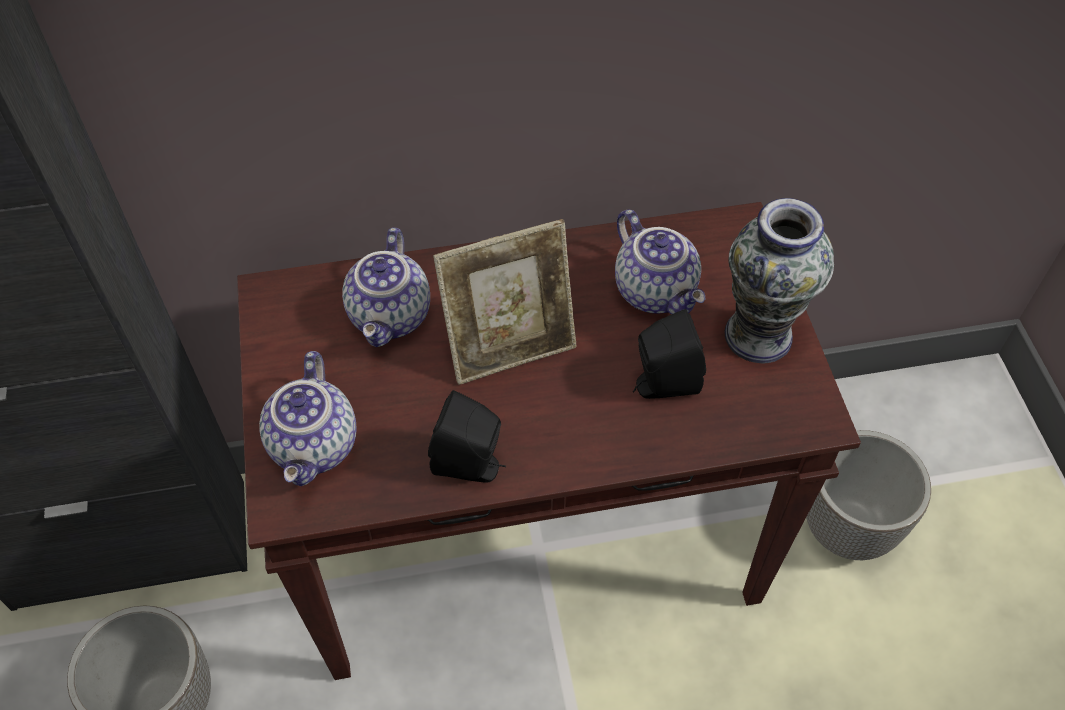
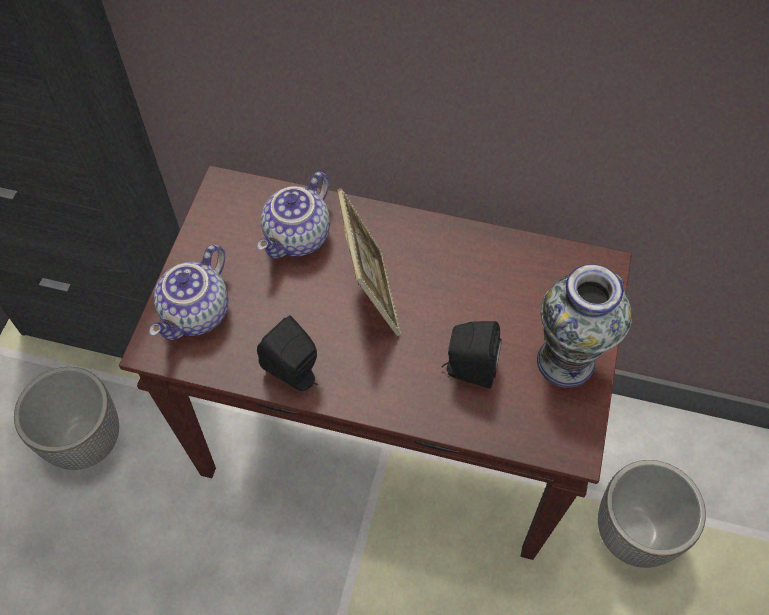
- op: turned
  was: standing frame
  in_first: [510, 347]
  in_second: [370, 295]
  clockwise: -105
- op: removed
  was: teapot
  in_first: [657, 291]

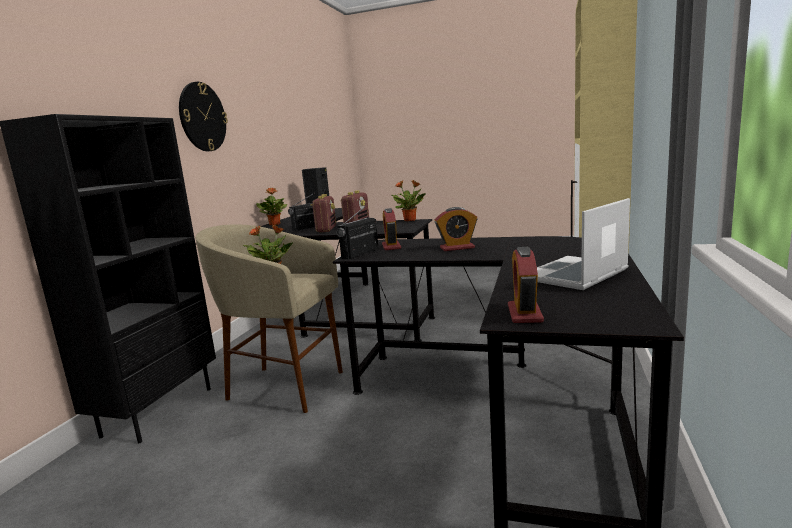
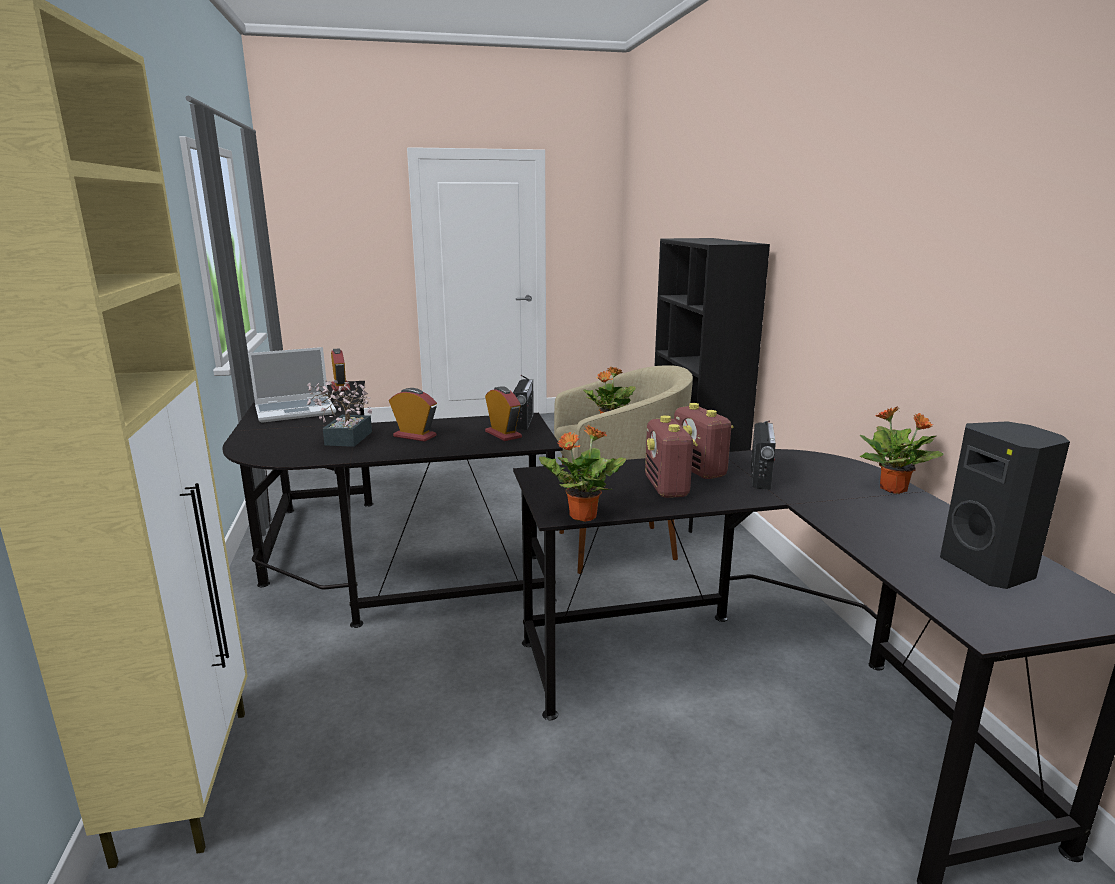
- op: removed
  was: hanging clock
  in_first: [202, 117]
- op: turned
  was: bedside clock
  in_first: [457, 248]
  in_second: [415, 436]
  clockwise: 60
- op: turned
  was: laptop
  in_first: [576, 275]
  in_second: [296, 411]
  clockwise: 45
- op: added
  now: potted plant
  in_second: [345, 440]

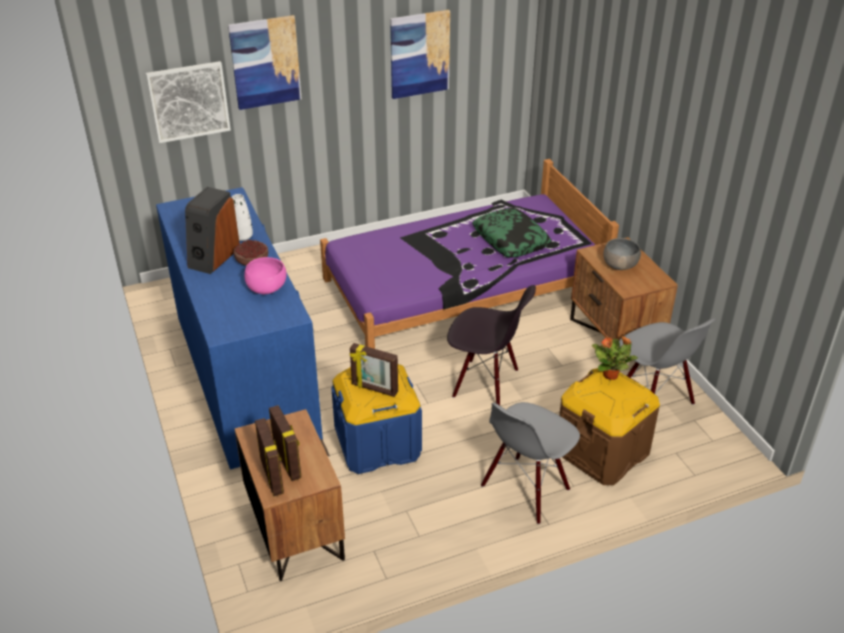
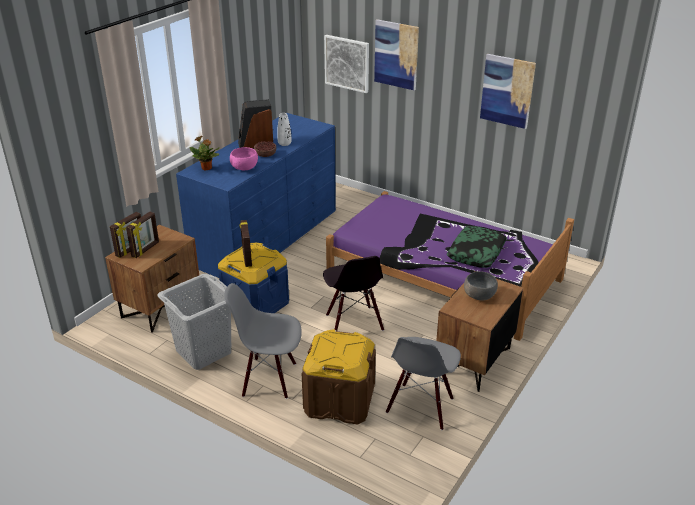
- op: moved
  was: potted plant
  in_first: [611, 375]
  in_second: [207, 168]
- op: added
  now: washing basket in greyish
  in_second: [204, 352]

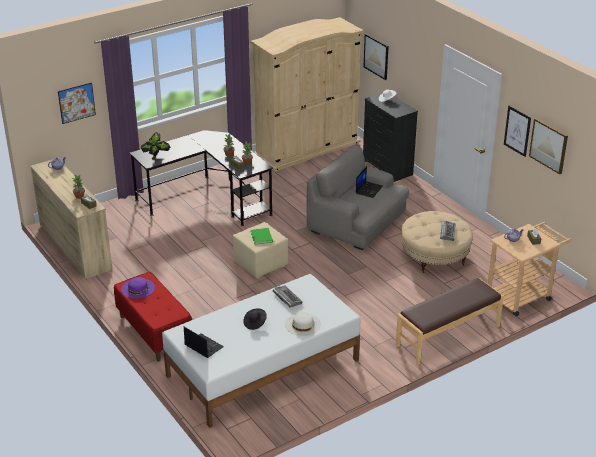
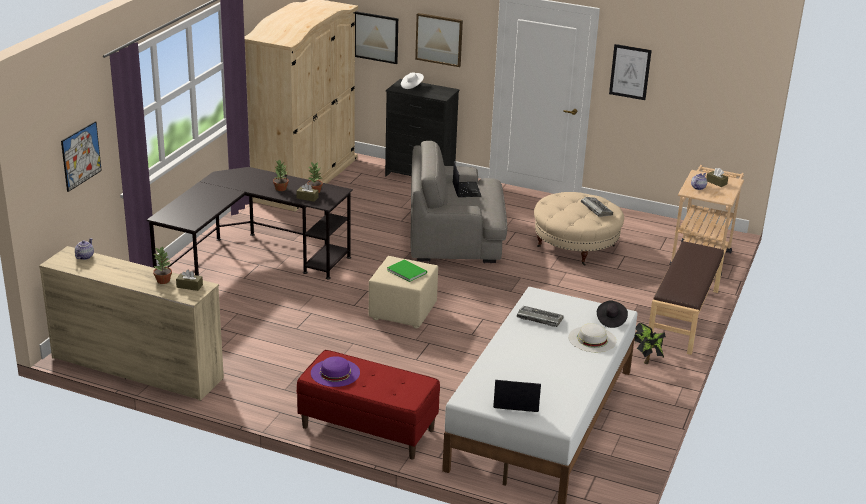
- op: moved
  was: potted plant
  in_first: [156, 157]
  in_second: [647, 360]
- op: moved
  was: clothing hat in blackish
  in_first: [255, 323]
  in_second: [610, 320]
- op: moved
  was: wall art
  in_first: [549, 145]
  in_second: [439, 39]

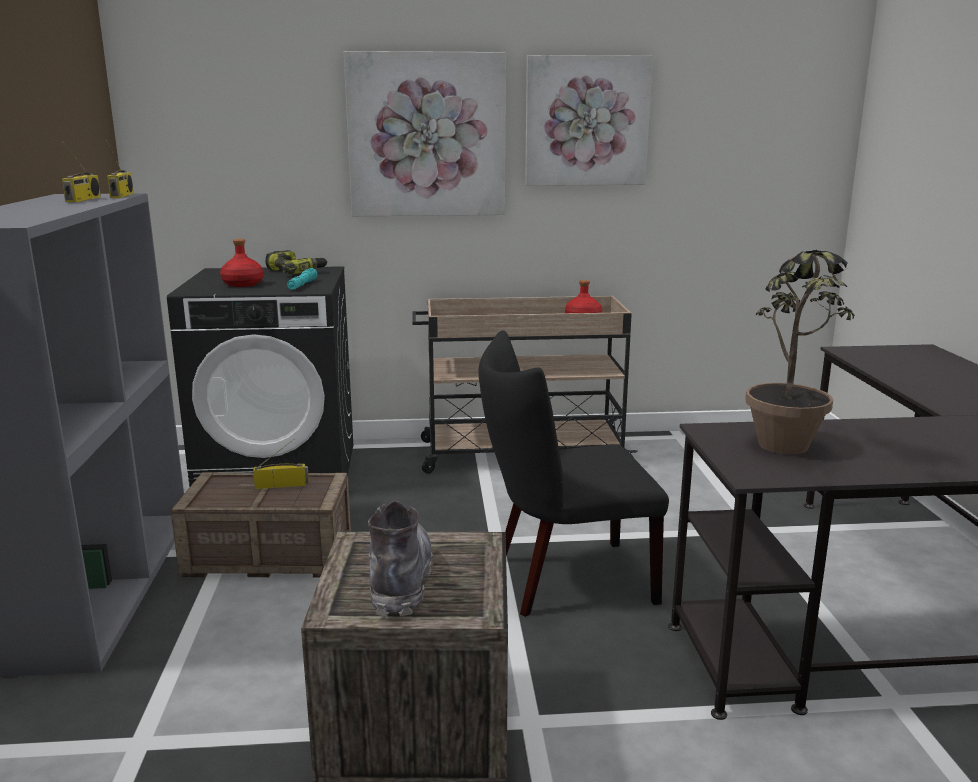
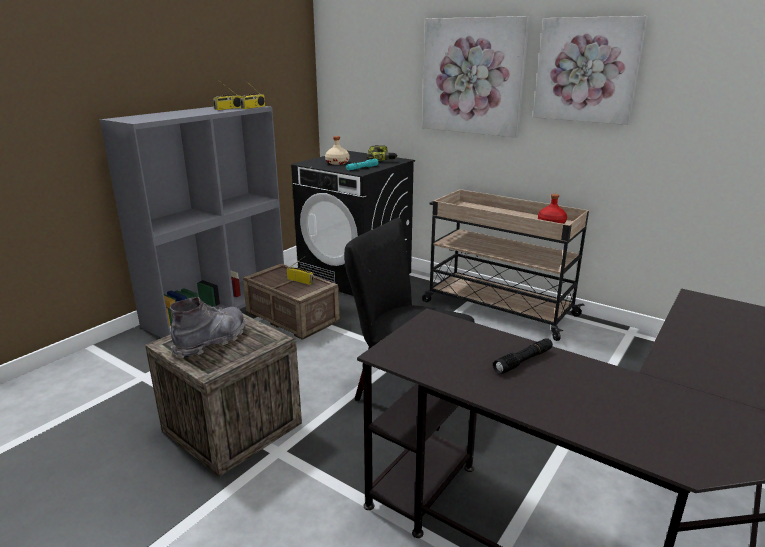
- op: recoloured
  was: drink bottle in reddish
  now: drink bottle in beige-coloured
  in_first: [243, 284]
  in_second: [337, 163]
- op: removed
  was: potted plant
  in_first: [786, 452]
- op: added
  now: flashlight in blackish
  in_second: [523, 361]

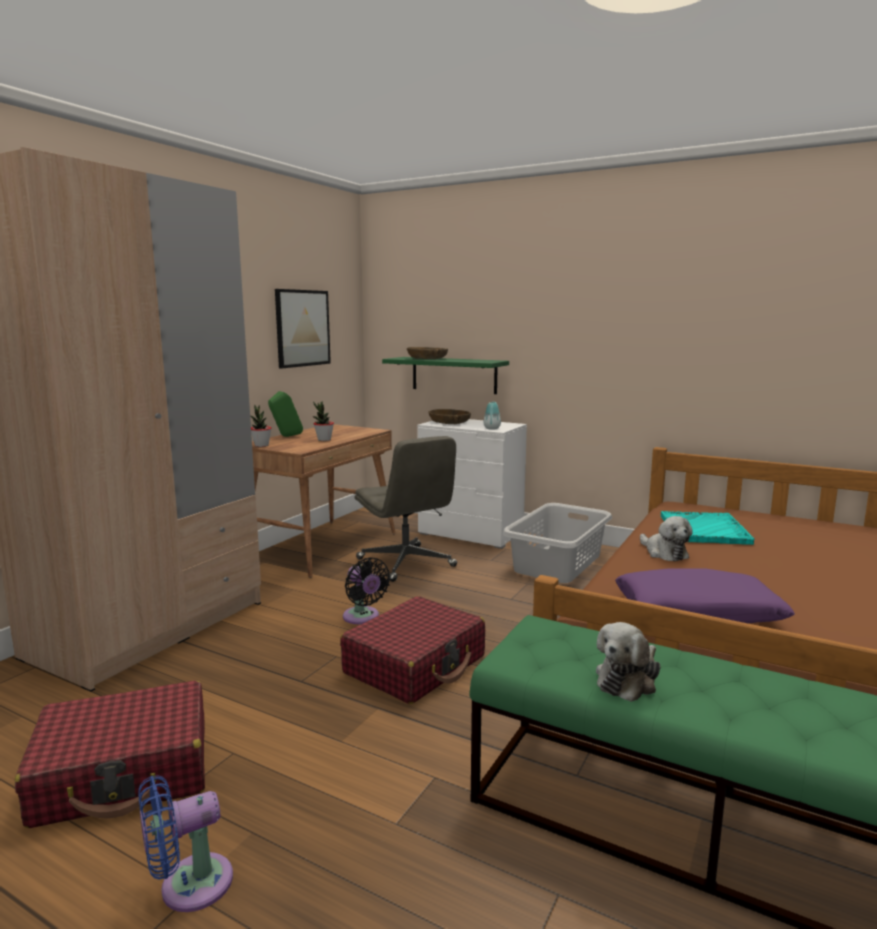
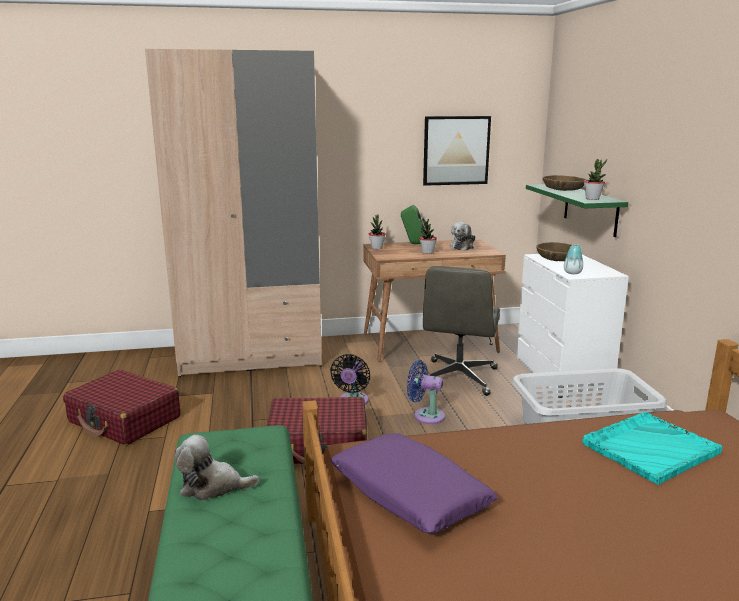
- op: moved
  was: fan in blue
  in_first: [188, 886]
  in_second: [426, 415]
- op: moved
  was: plush toy
  in_first: [664, 553]
  in_second: [462, 247]
- op: added
  now: potted plant
  in_second: [592, 199]

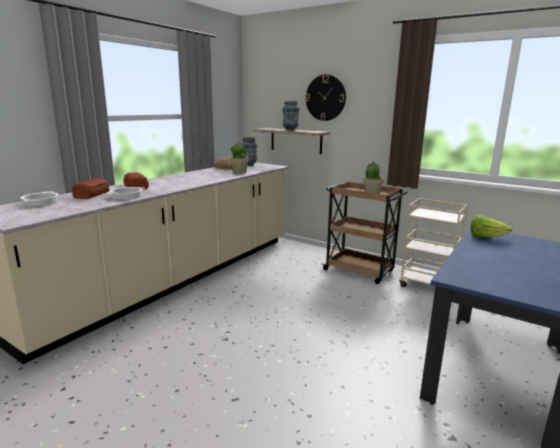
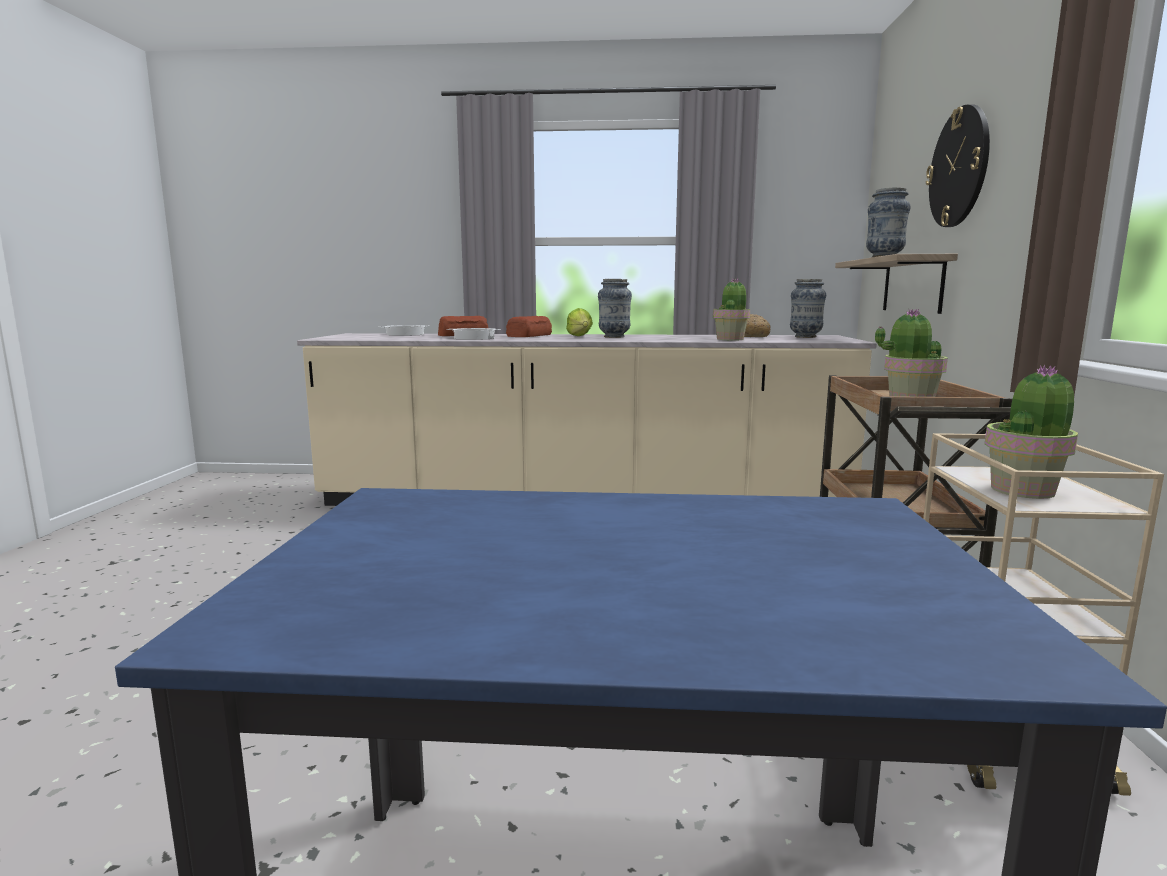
- op: moved
  was: lettuce head
  in_first: [485, 237]
  in_second: [580, 336]
- op: added
  now: decorative vase
  in_second: [614, 337]
- op: added
  now: potted plant
  in_second: [1024, 490]

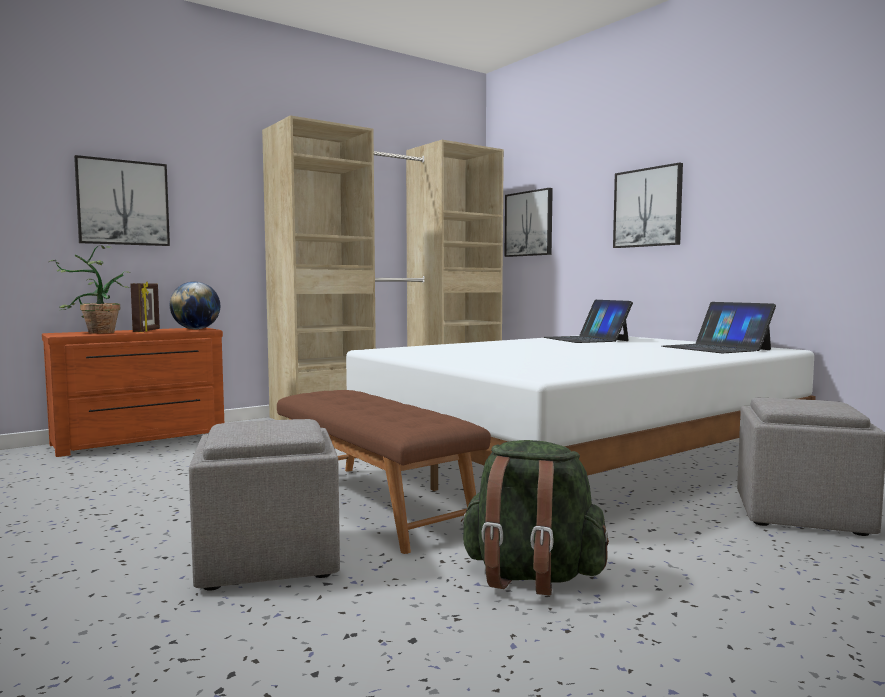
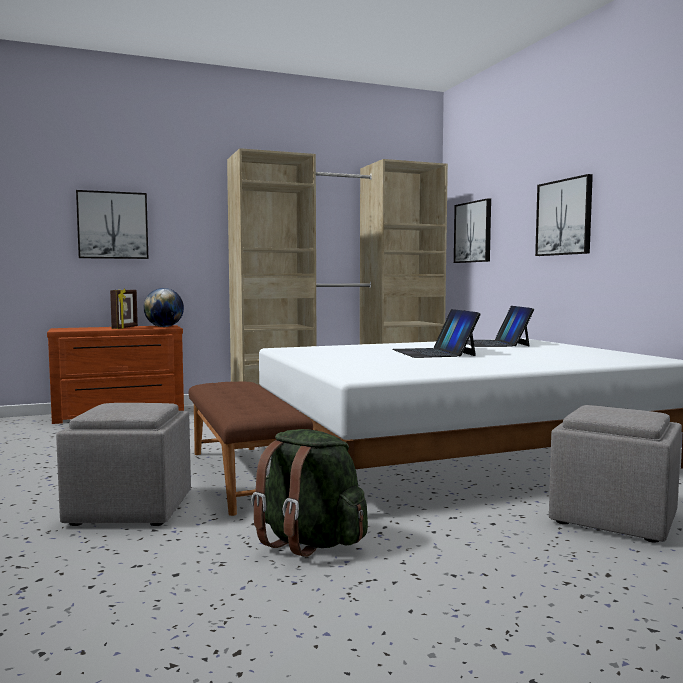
- op: removed
  was: potted plant
  in_first: [94, 333]
- op: moved
  was: laptop
  in_first: [716, 348]
  in_second: [434, 352]

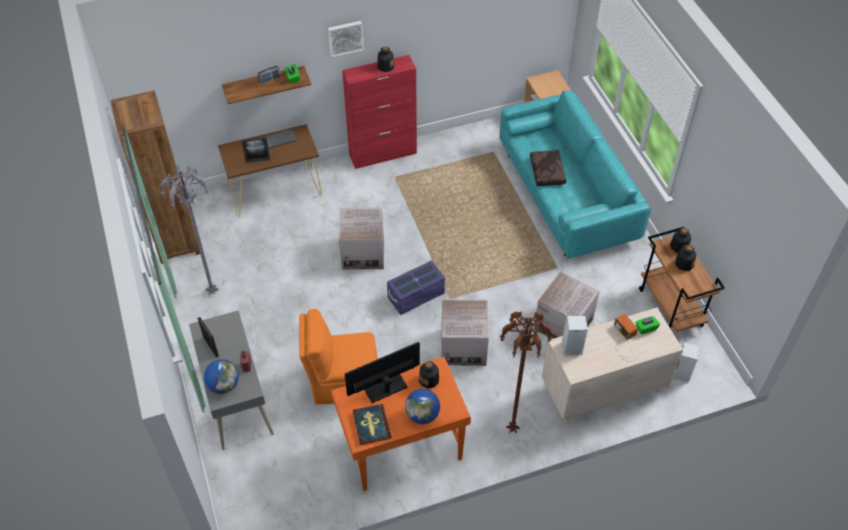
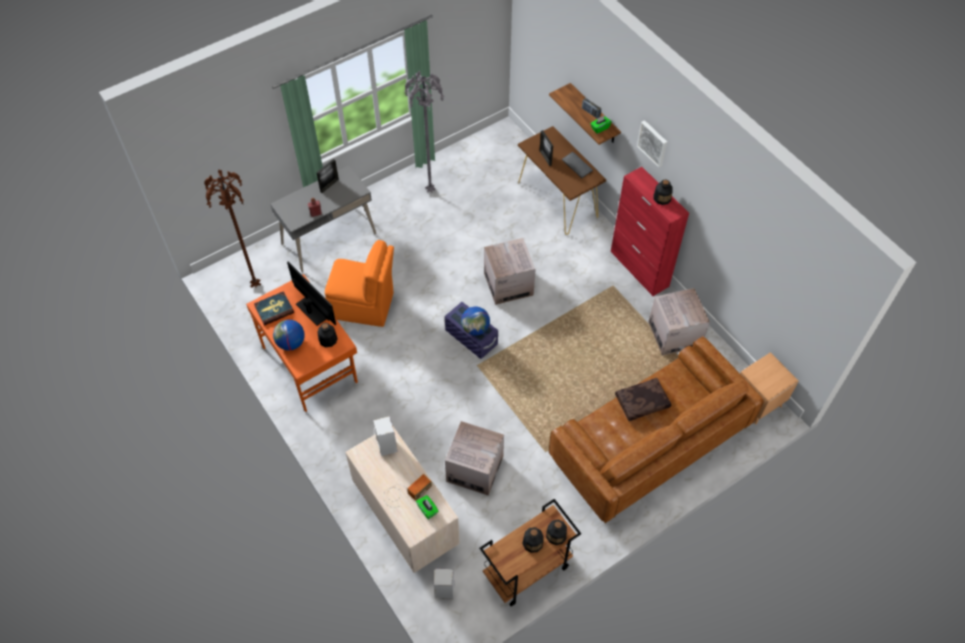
- op: removed
  was: bookcase in brownish
  in_first: [176, 242]
- op: moved
  was: world globe
  in_first: [224, 385]
  in_second: [475, 328]
- op: turned
  was: plain chair in orangey
  in_first: [343, 382]
  in_second: [363, 306]
  clockwise: 120
- op: moved
  was: packing box
  in_first: [463, 347]
  in_second: [674, 334]
- op: recoloured
  was: settee in turquoise
  now: settee in brownish
  in_first: [566, 195]
  in_second: [649, 444]
- op: moved
  was: standard lamp in brownish
  in_first: [513, 430]
  in_second: [255, 286]

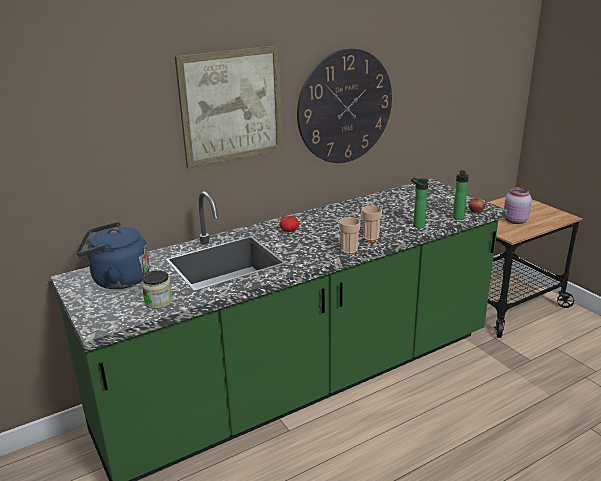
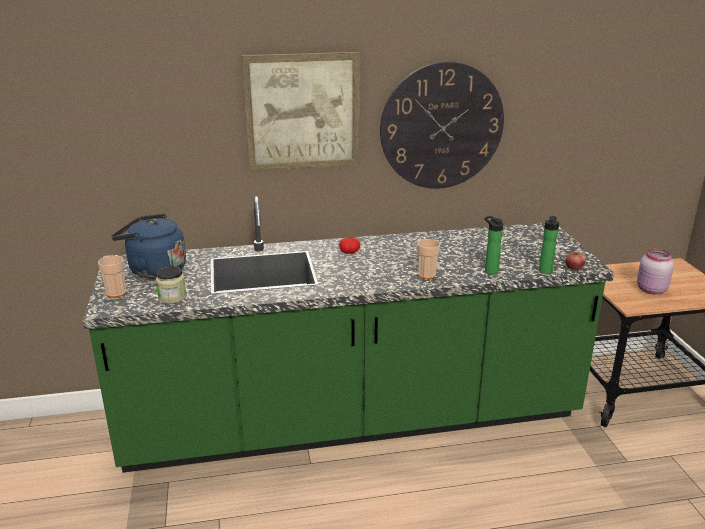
- op: moved
  was: cup
  in_first: [349, 250]
  in_second: [116, 293]

